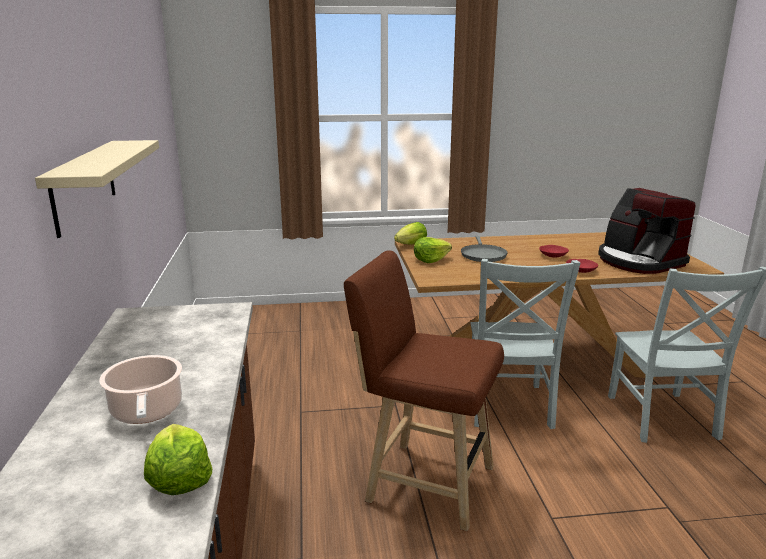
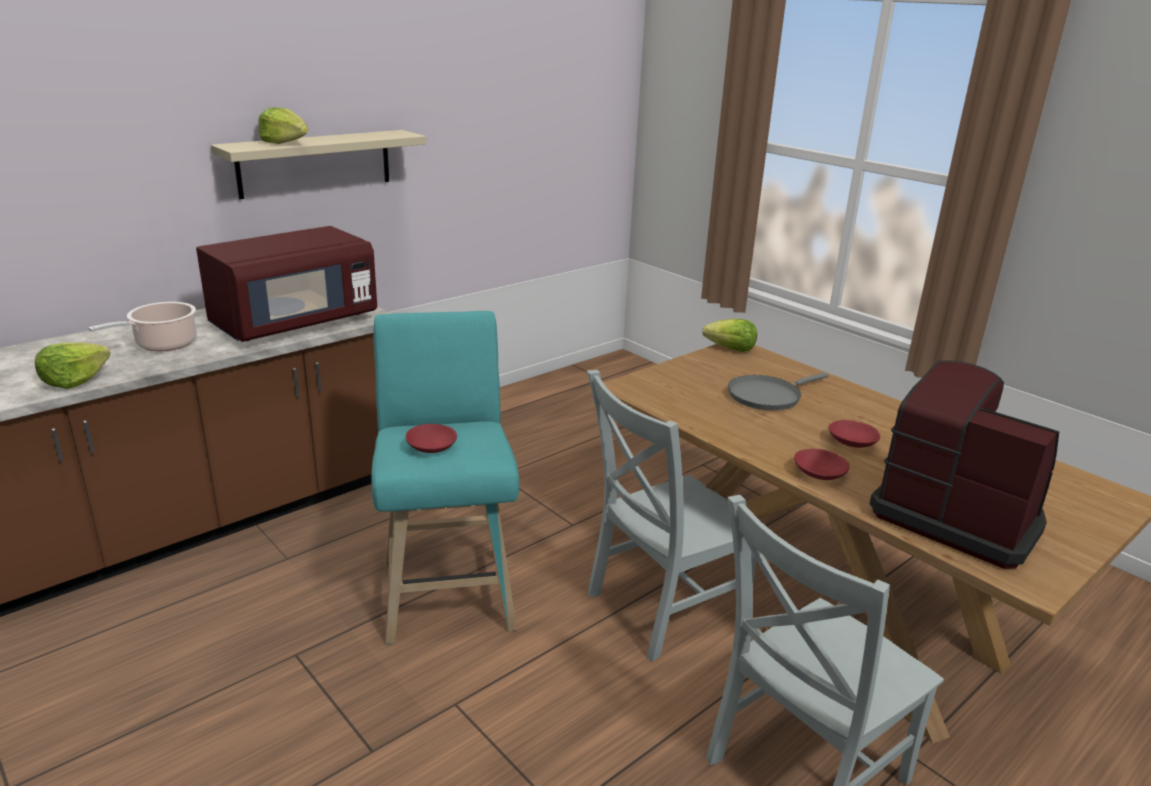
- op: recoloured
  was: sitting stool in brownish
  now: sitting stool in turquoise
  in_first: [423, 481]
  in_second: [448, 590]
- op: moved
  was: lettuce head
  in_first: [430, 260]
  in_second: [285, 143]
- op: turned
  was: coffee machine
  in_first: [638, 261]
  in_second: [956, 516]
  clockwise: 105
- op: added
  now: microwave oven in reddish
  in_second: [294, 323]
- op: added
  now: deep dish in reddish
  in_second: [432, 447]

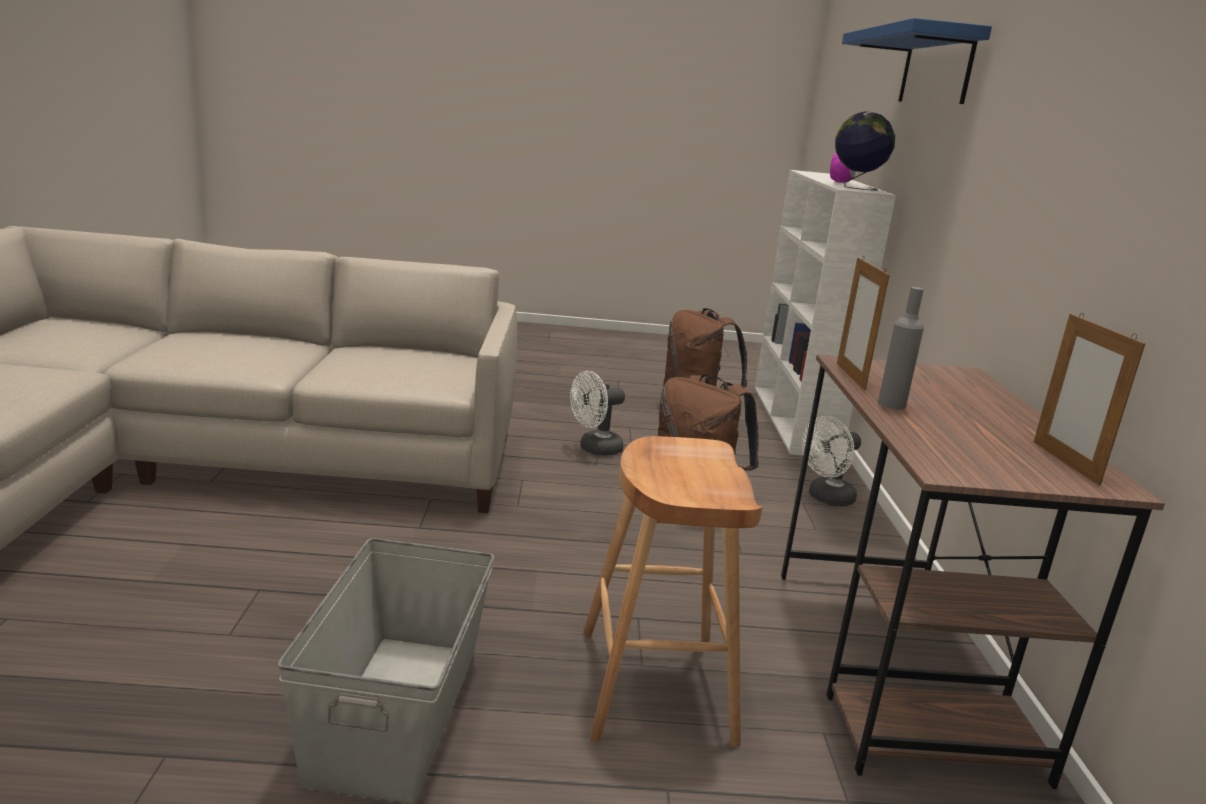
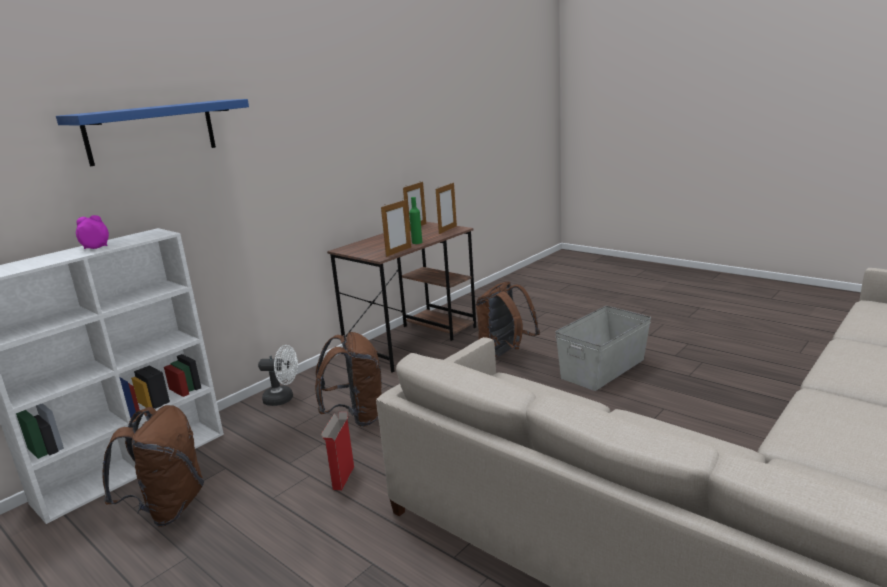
- op: replaced
  was: fan in white
  now: packing box
  in_first: [595, 449]
  in_second: [343, 478]
- op: replaced
  was: sitting stool in brownish
  now: knapsack in brownish
  in_first: [655, 686]
  in_second: [504, 354]
- op: removed
  was: world globe
  in_first: [856, 188]
- op: recoloured
  was: drink bottle in greyish
  now: drink bottle in greenish
  in_first: [891, 404]
  in_second: [417, 242]
- op: added
  now: standing frame
  in_second: [447, 229]

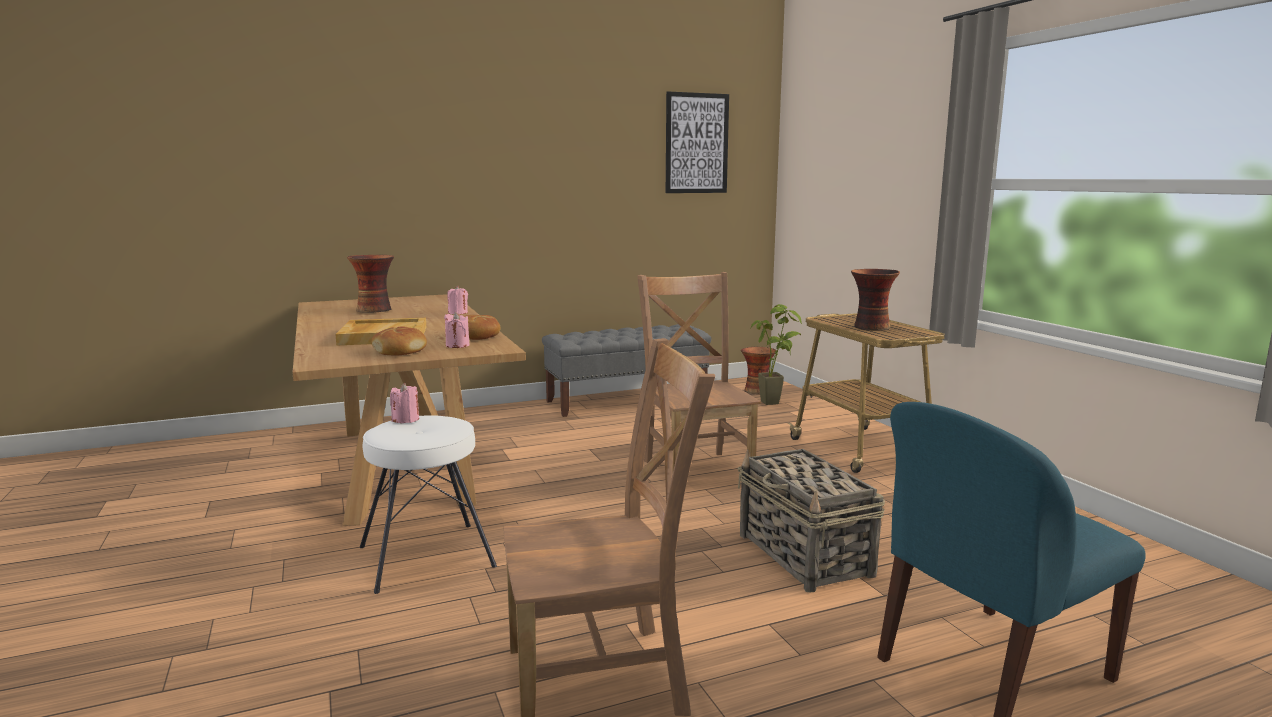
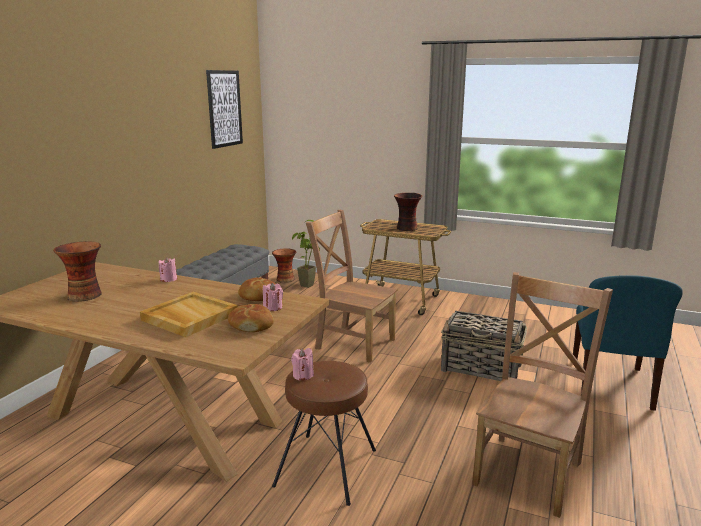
- op: recoloured
  was: sitting stool in white
  now: sitting stool in brownish
  in_first: [427, 557]
  in_second: [327, 467]

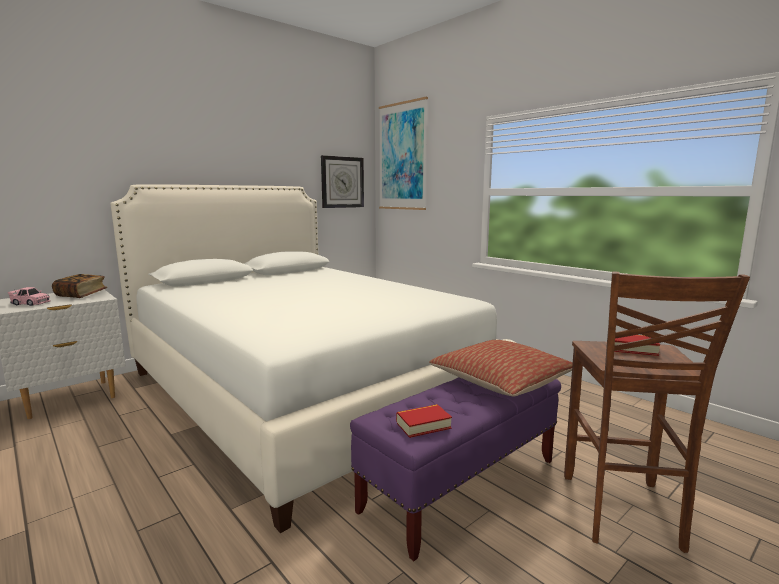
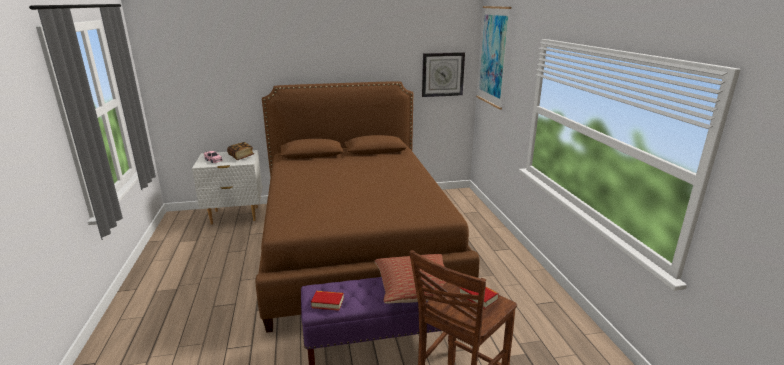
- op: recoloured
  was: bed in white
  now: bed in brownish
  in_first: [304, 390]
  in_second: [355, 245]

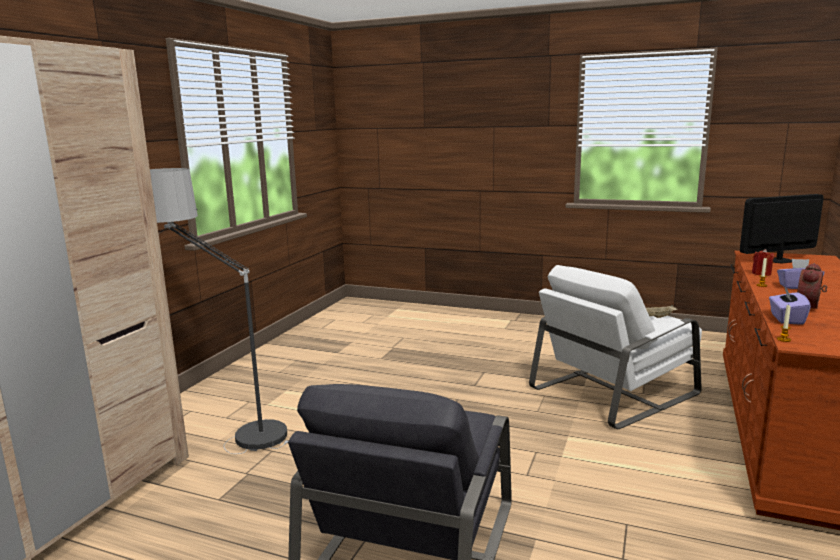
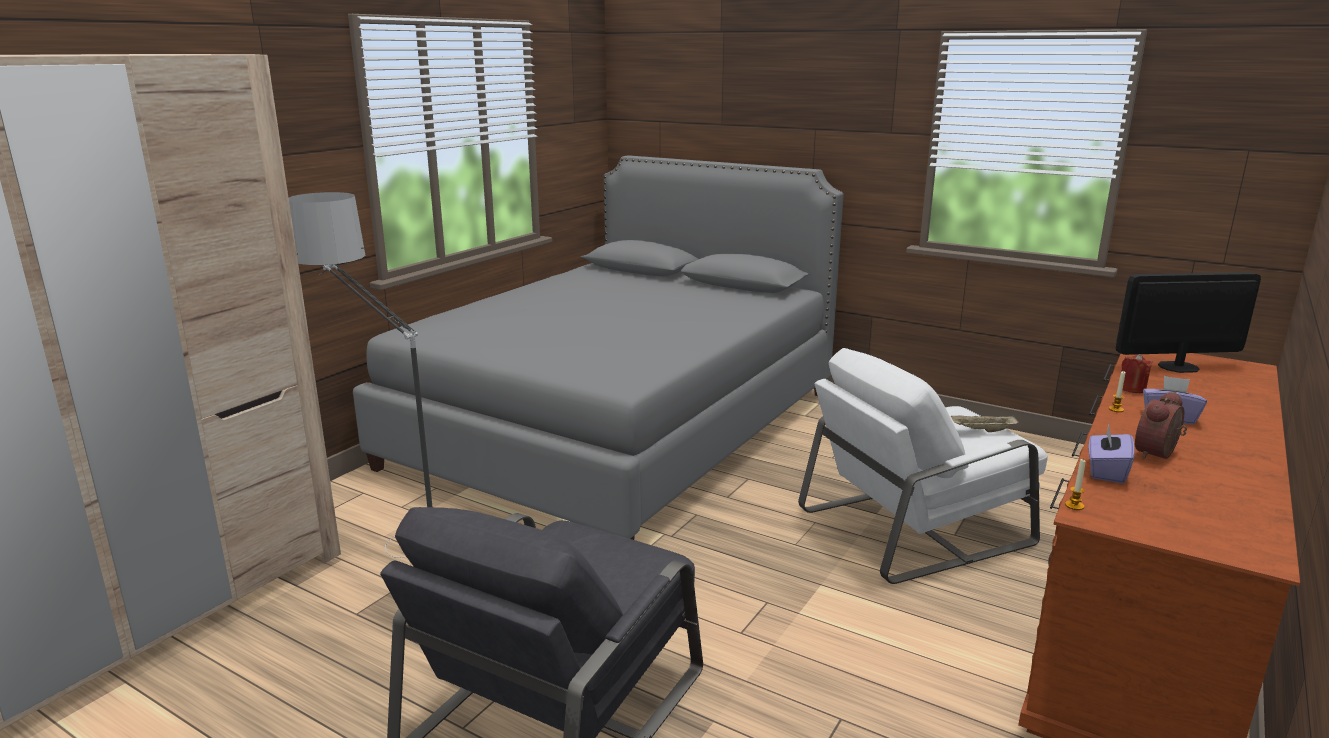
- op: added
  now: bed in greyish
  in_second: [619, 428]

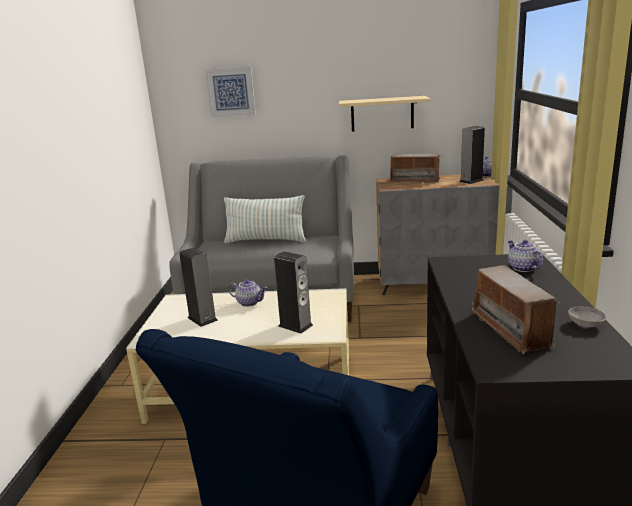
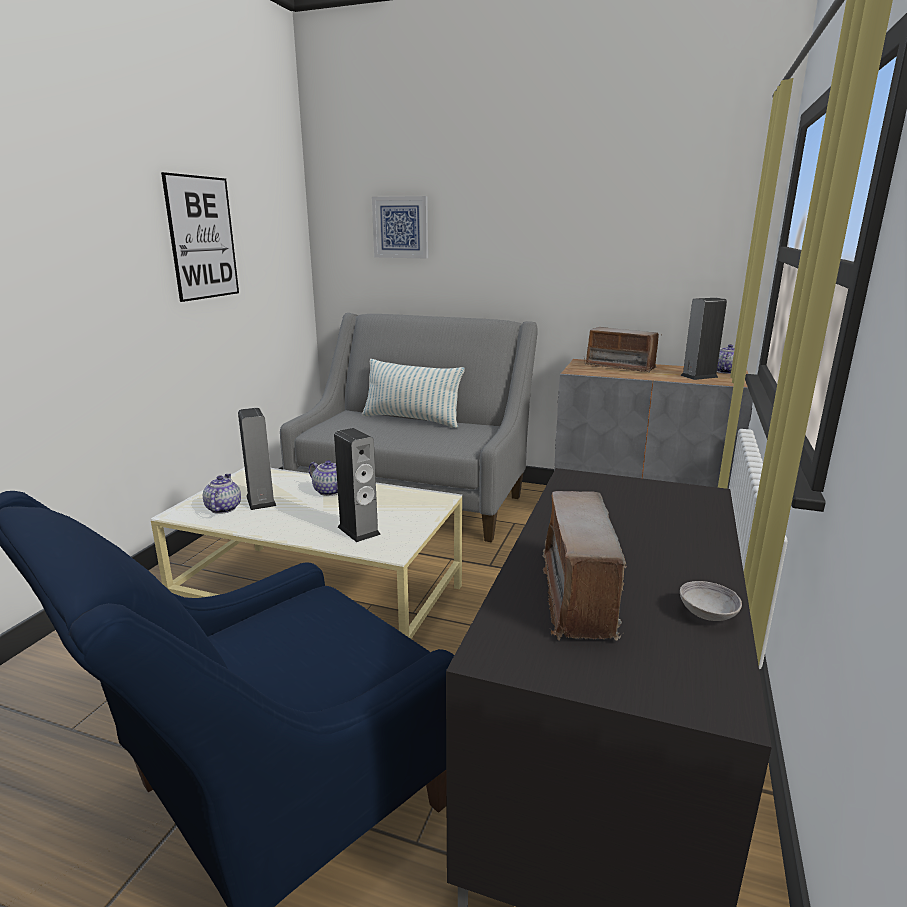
- op: removed
  was: bracket shelf in beige-coloured
  in_first: [382, 114]
- op: moved
  was: teapot
  in_first: [522, 268]
  in_second: [222, 508]
- op: added
  now: wall art
  in_second: [202, 238]

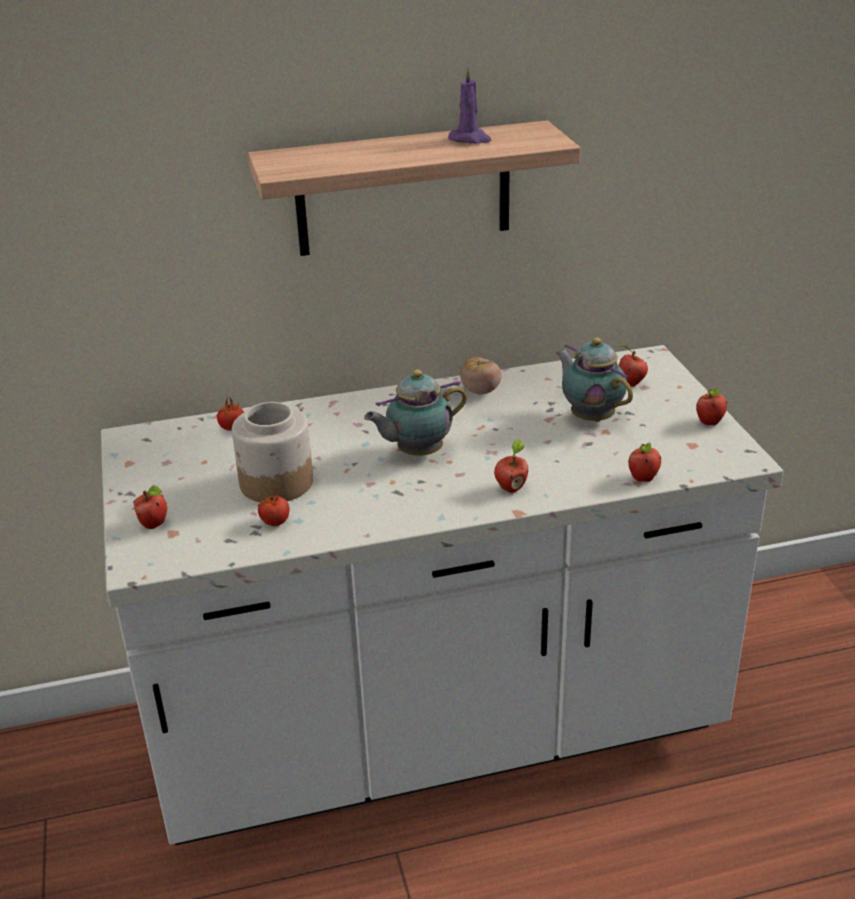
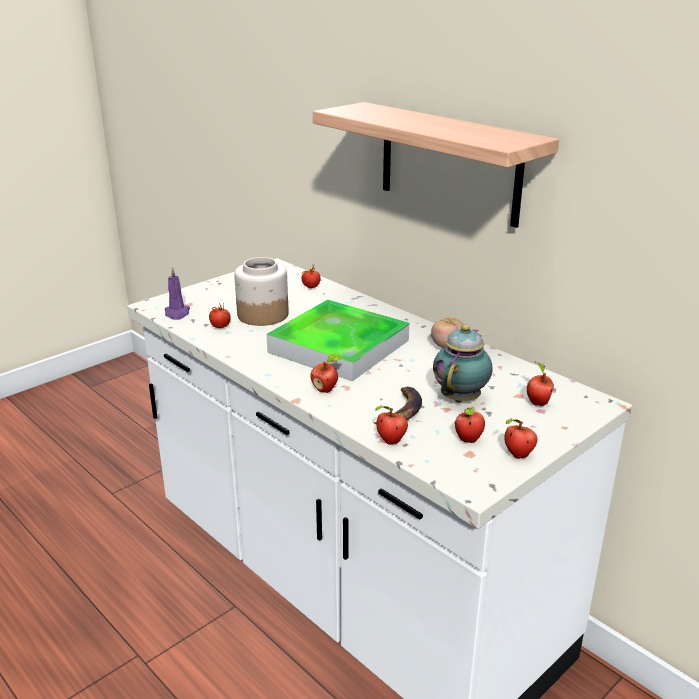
- op: moved
  was: apple
  in_first: [155, 525]
  in_second: [469, 440]
- op: replaced
  was: teapot
  now: carrying tray
  in_first: [416, 453]
  in_second: [339, 346]
- op: moved
  was: wax light in purple-coloured
  in_first: [470, 139]
  in_second: [177, 313]
- op: added
  now: banana fruit
  in_second: [402, 410]

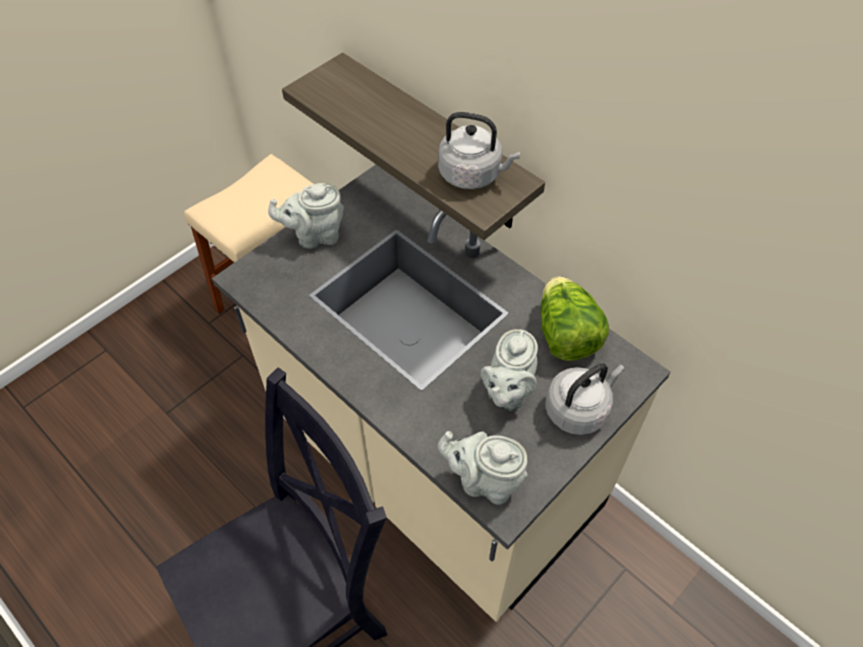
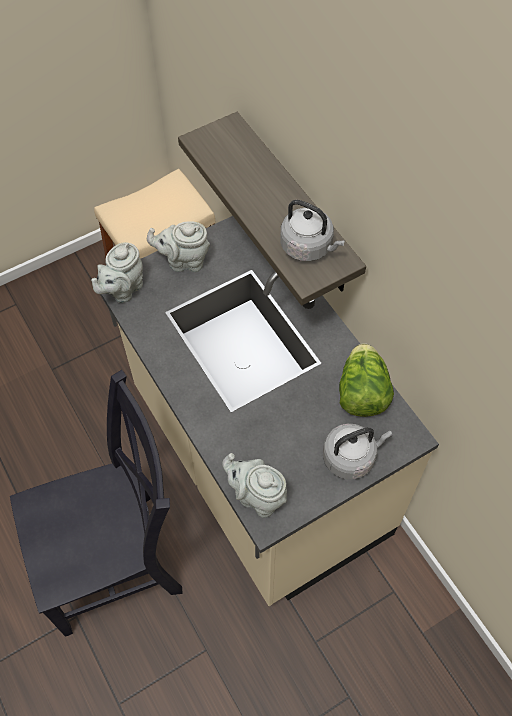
- op: moved
  was: teapot in greyish
  in_first: [507, 392]
  in_second: [123, 289]

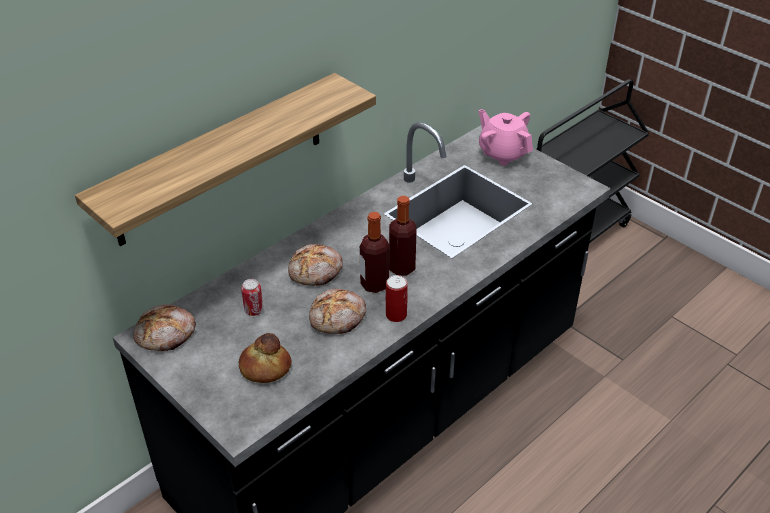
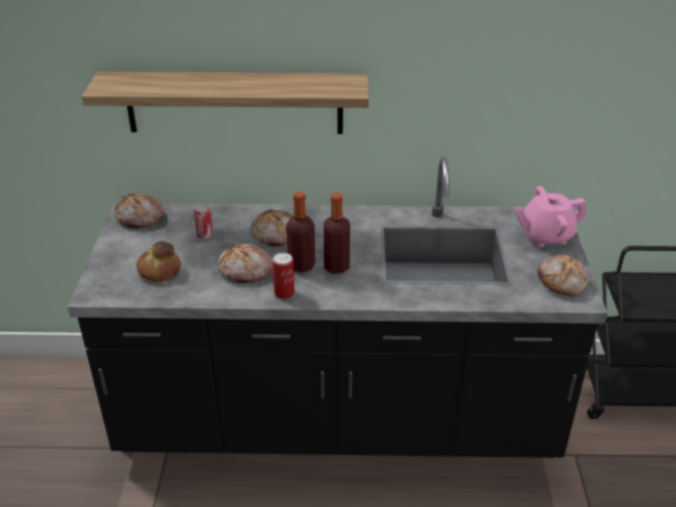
- op: turned
  was: teapot in pink-coloured
  in_first: [503, 153]
  in_second: [545, 236]
  clockwise: -105
- op: added
  now: baked bread
  in_second: [562, 281]

